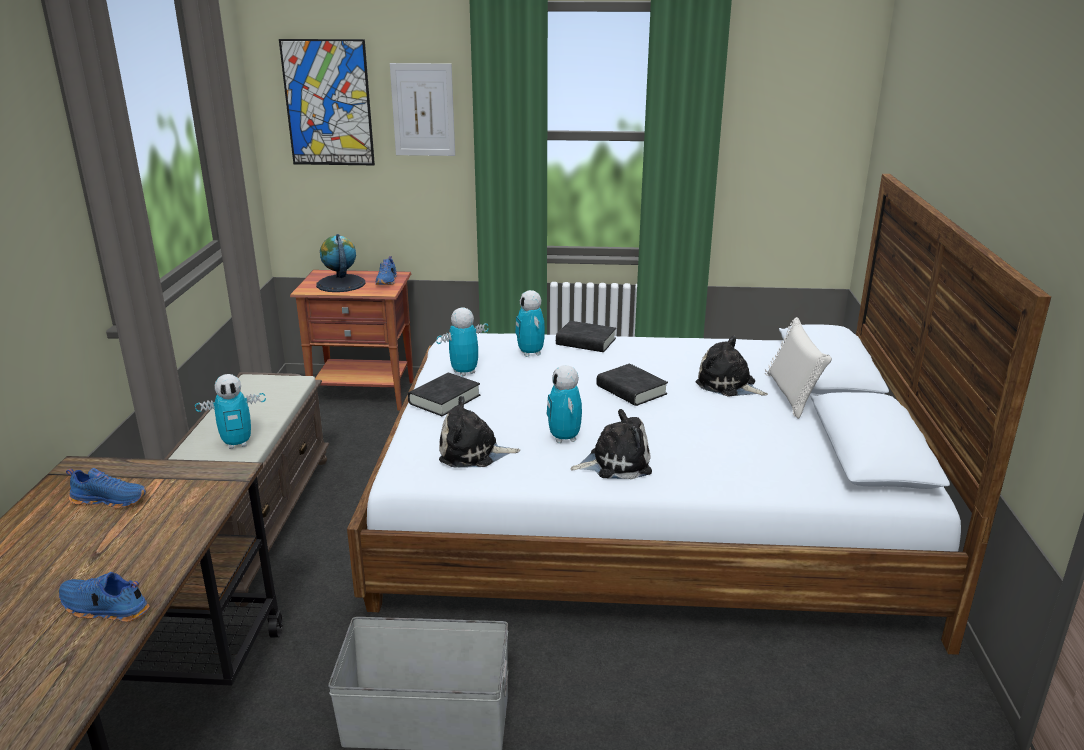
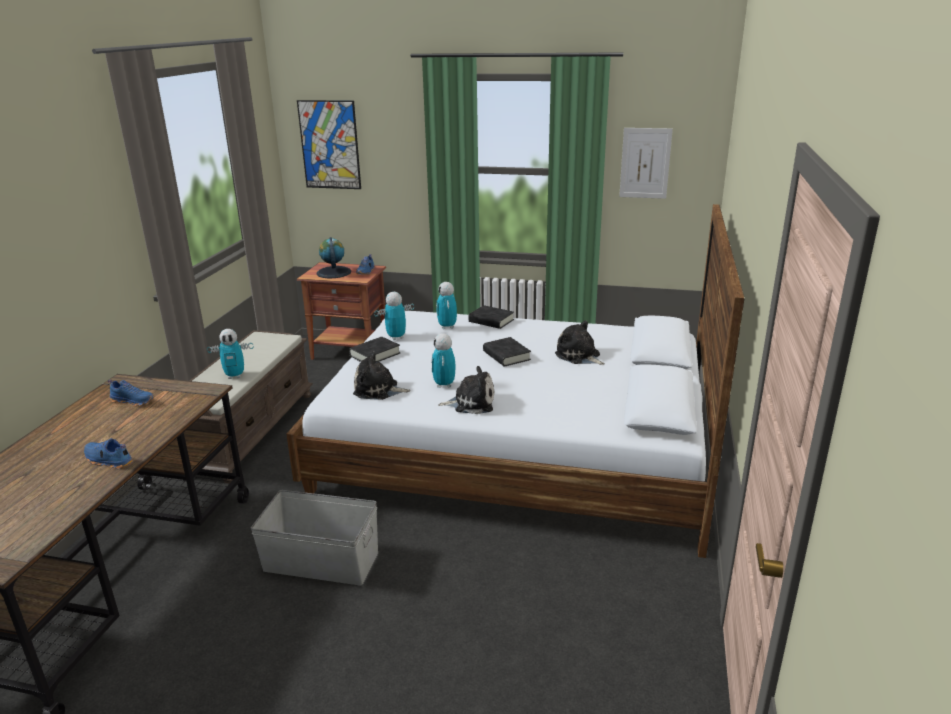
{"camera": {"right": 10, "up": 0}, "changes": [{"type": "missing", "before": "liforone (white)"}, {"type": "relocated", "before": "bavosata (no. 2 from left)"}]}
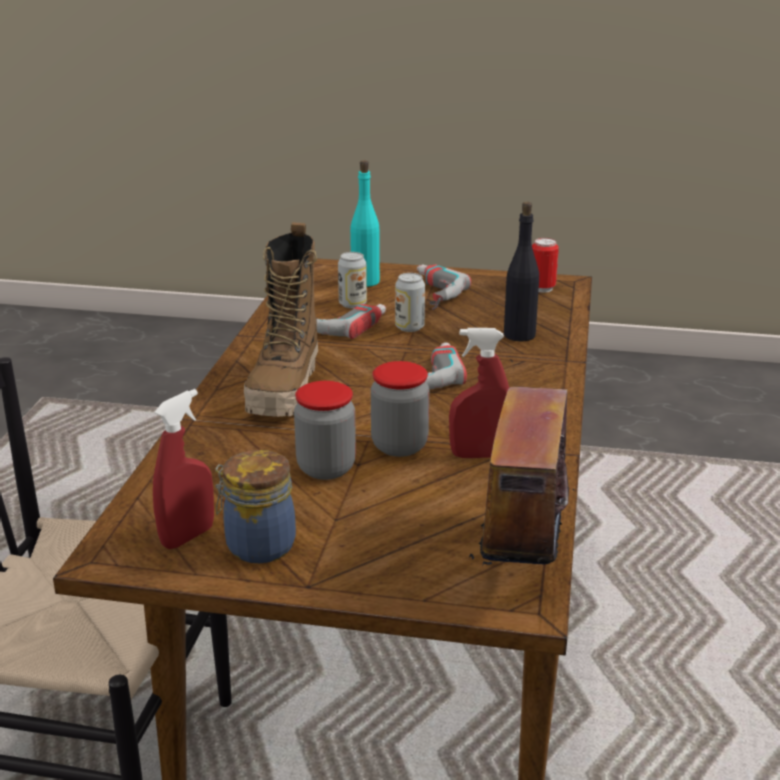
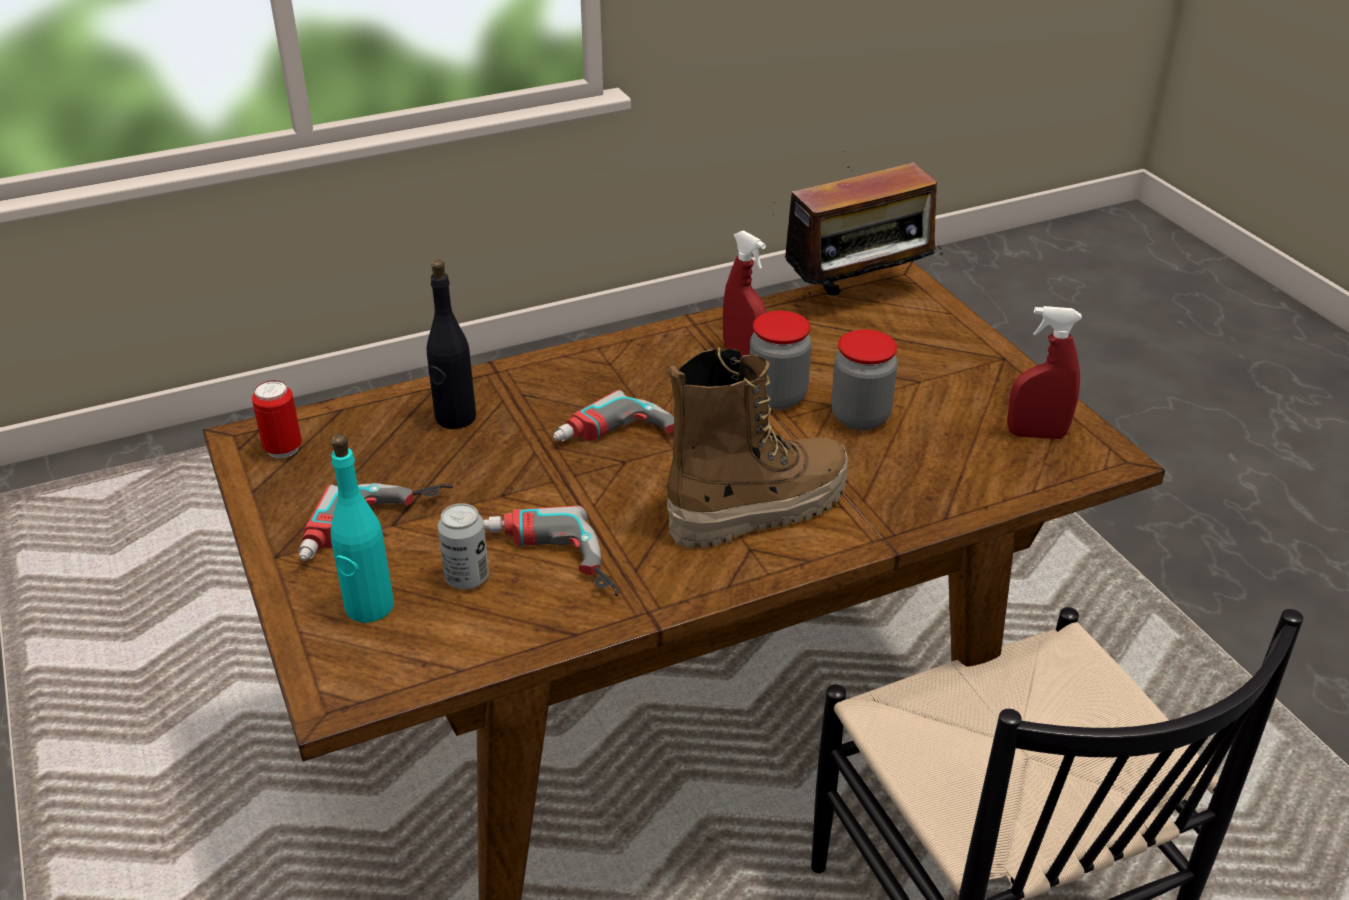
{"camera": {"right": -125, "up": 10}, "changes": [{"type": "missing", "before": "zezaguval (no. 1 from left)"}, {"type": "missing", "before": "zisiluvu (no. 2 from left)"}]}
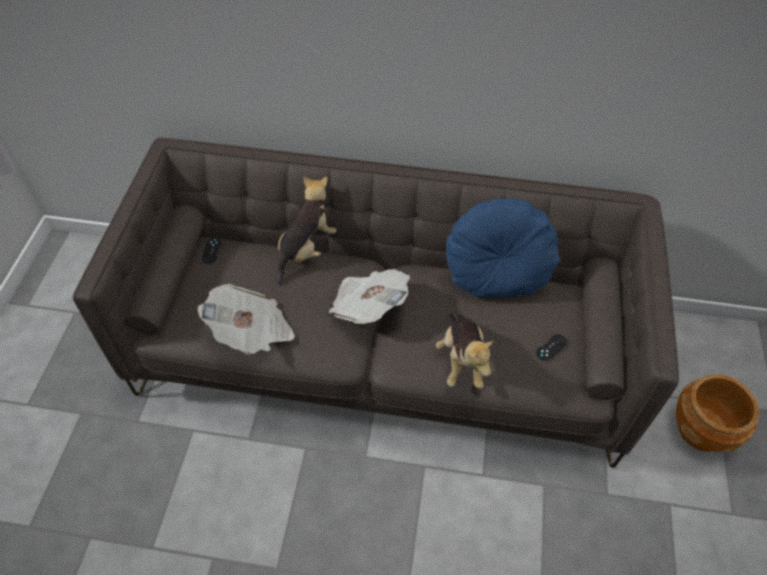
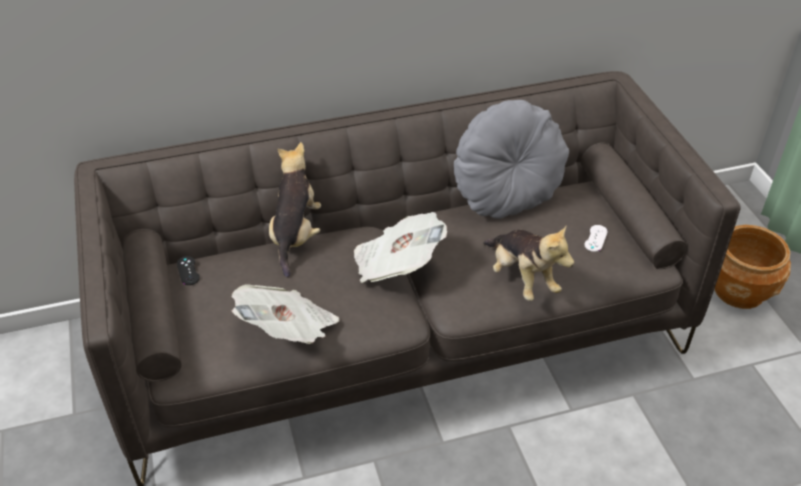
{"camera": {"right": -25, "up": -10}, "changes": [{"type": "colour", "before": "liforone (blue)", "after": "liforone (grey)"}, {"type": "colour", "before": "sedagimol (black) (no. 2 from left)", "after": "sedagimol (white)"}]}
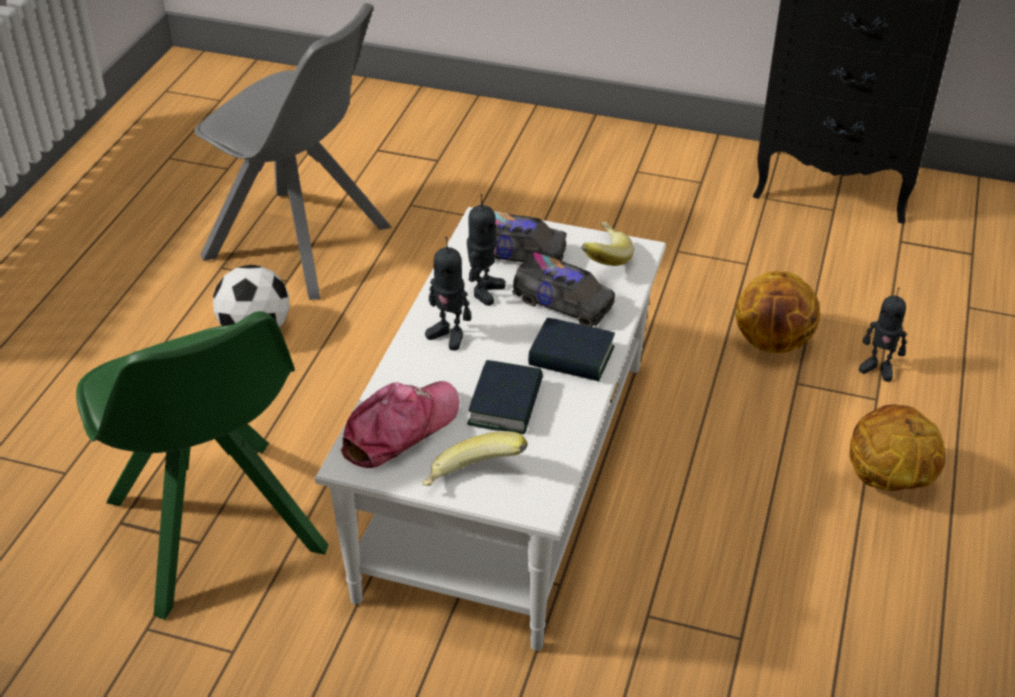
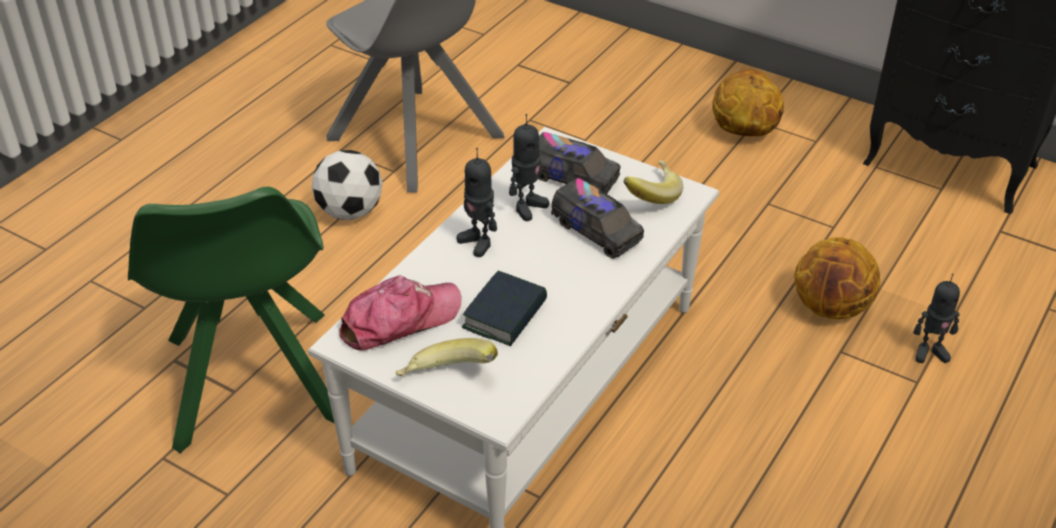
{"camera": {"right": 15, "up": 0}, "changes": [{"type": "missing", "before": "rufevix (no. 2 from left)"}, {"type": "relocated", "before": "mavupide (no. 2 from left in the first image)", "after": "mavupide (no. 1 from left)"}, {"type": "spun", "before": "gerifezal (no. 3 from left)", "turn": -45}]}
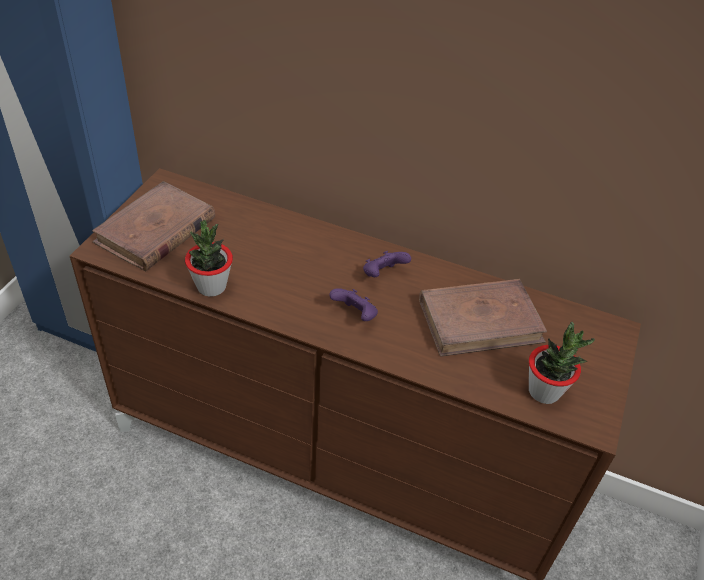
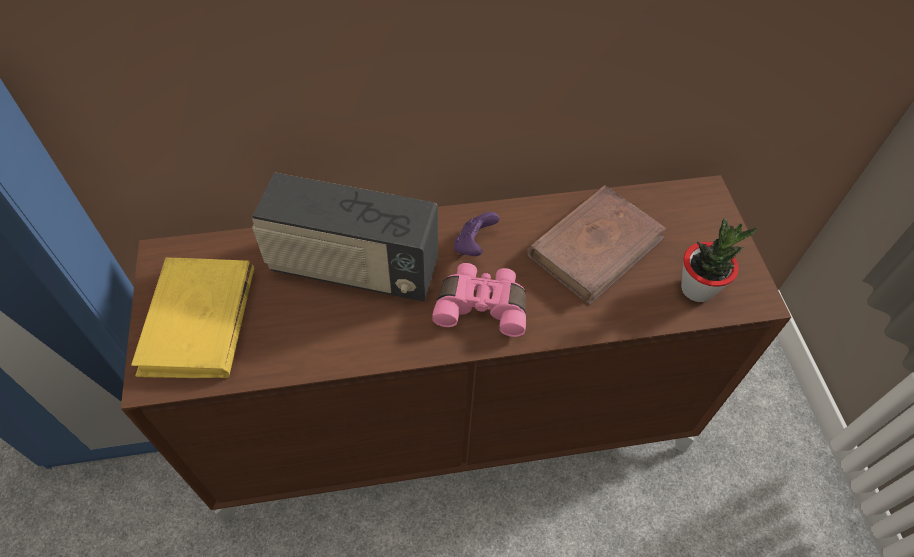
{"camera": {"right": -30, "up": 10}, "changes": [{"type": "missing", "before": "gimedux (no. 1 from left)"}, {"type": "appeared", "after": "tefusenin"}, {"type": "exchanged", "before": "sedagimol (purple) (no. 1 from left)", "after": "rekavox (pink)"}, {"type": "colour", "before": "rufevix (brown) (no. 1 from left)", "after": "rufevix (yellow)"}]}
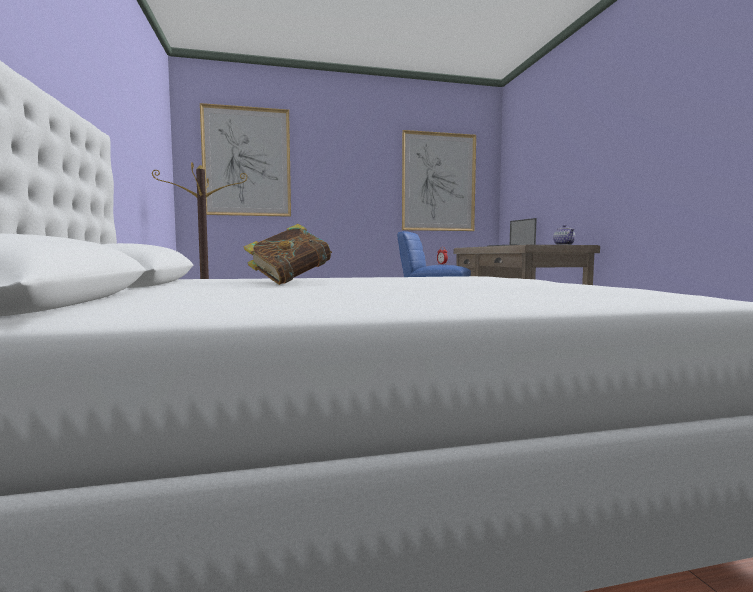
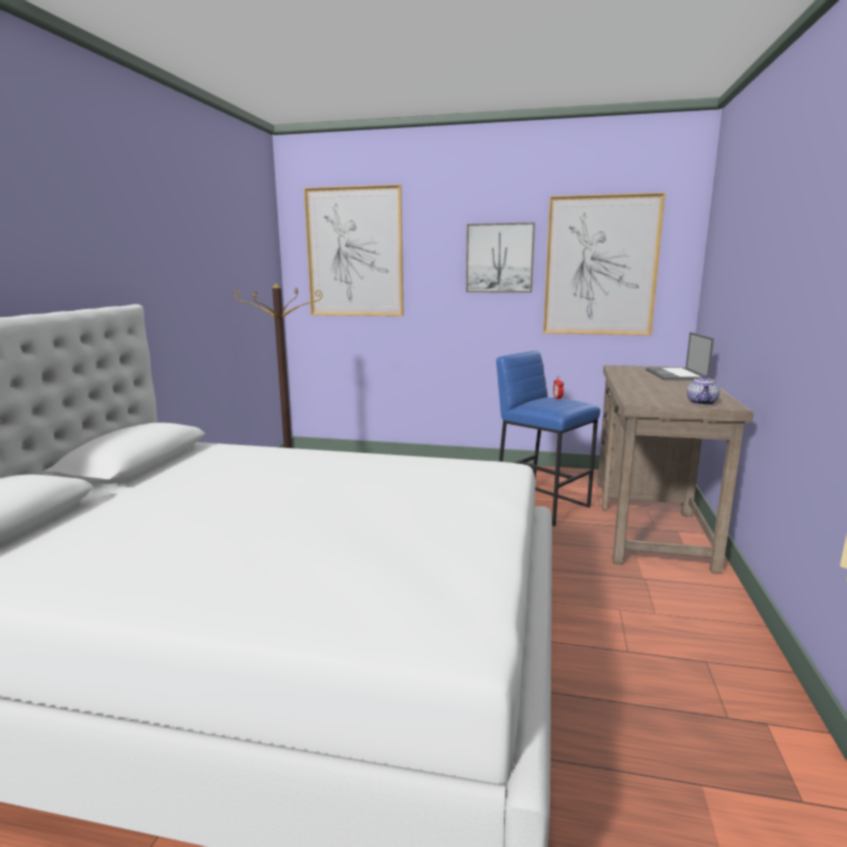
{"camera": {"right": 25, "up": 10}, "changes": [{"type": "missing", "before": "rufevix"}, {"type": "appeared", "after": "bavosata (no. 2 from left)"}]}
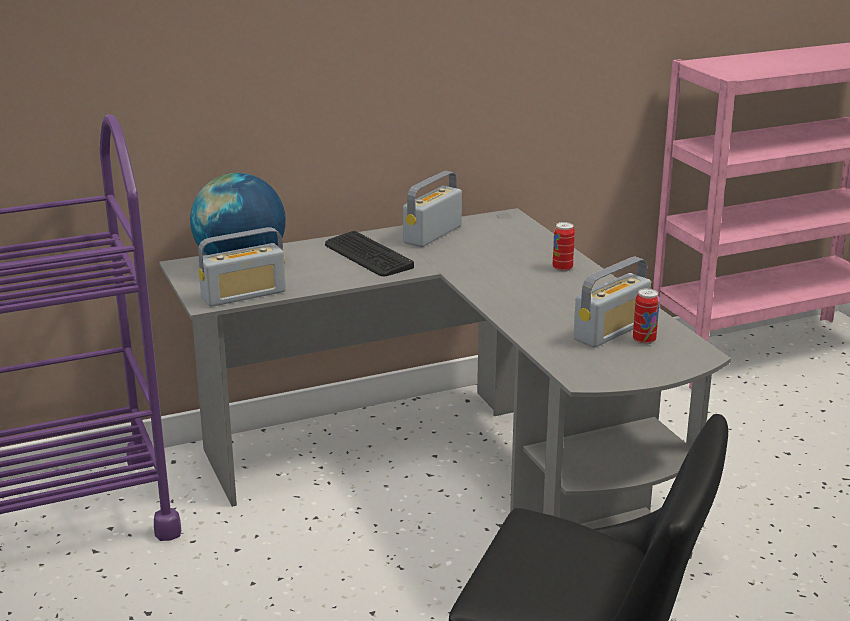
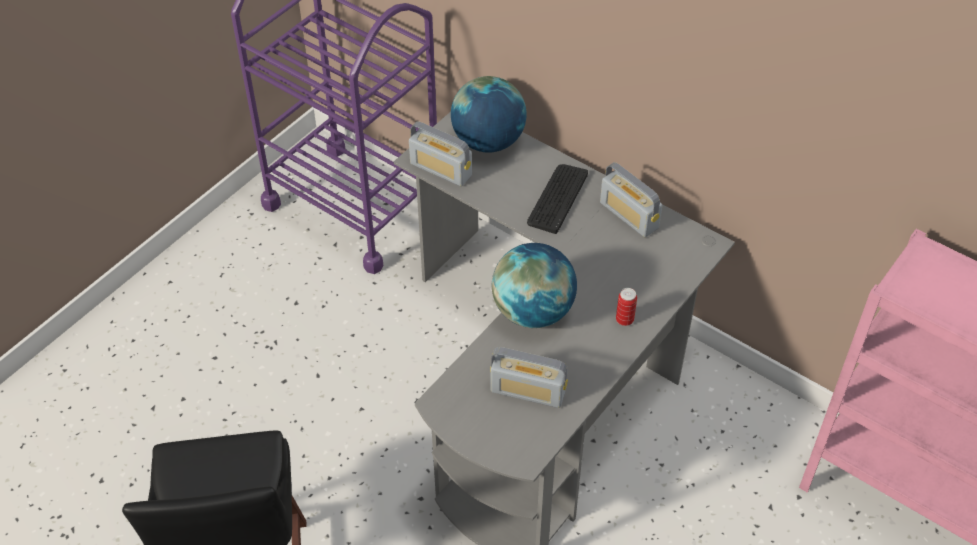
{"camera": {"right": 60, "up": 25}, "changes": [{"type": "missing", "before": "zisiluvu (no. 2 from left)"}, {"type": "appeared", "after": "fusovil (no. 2 from left)"}, {"type": "spun", "before": "tefusenin (no. 2 from left in the first image)", "turn": -135}]}
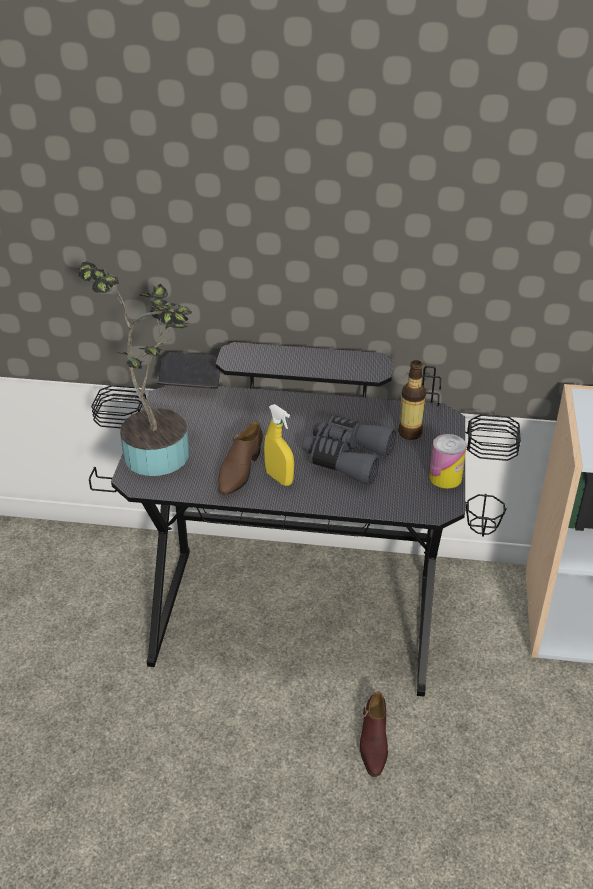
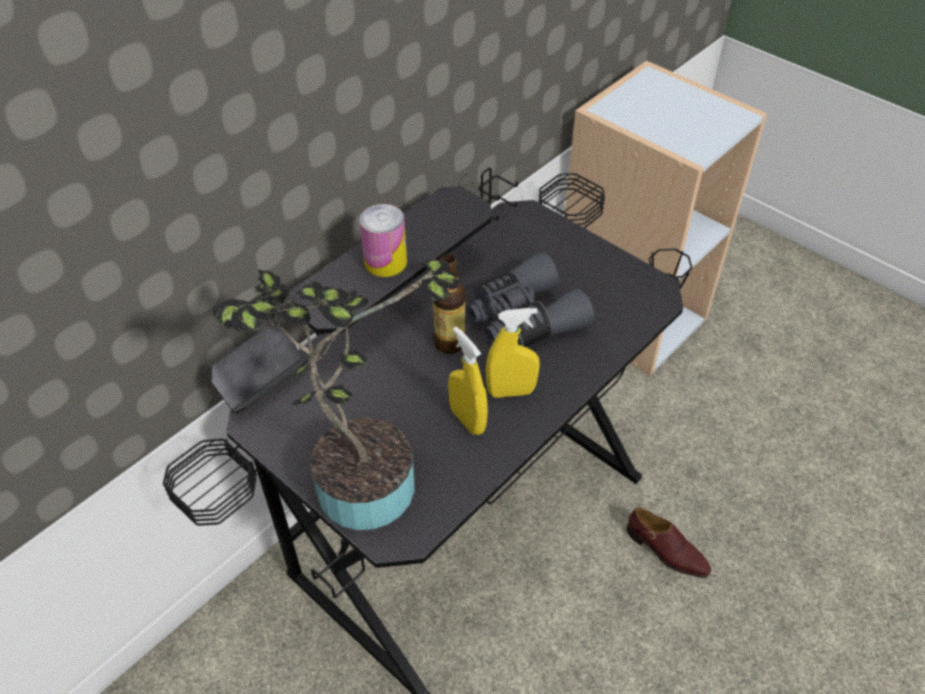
{"camera": {"right": -55, "up": 10}, "changes": [{"type": "relocated", "before": "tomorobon"}, {"type": "relocated", "before": "zisiluvu"}, {"type": "exchanged", "before": "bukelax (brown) (no. 1 from left)", "after": "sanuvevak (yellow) (no. 1 from left)"}]}
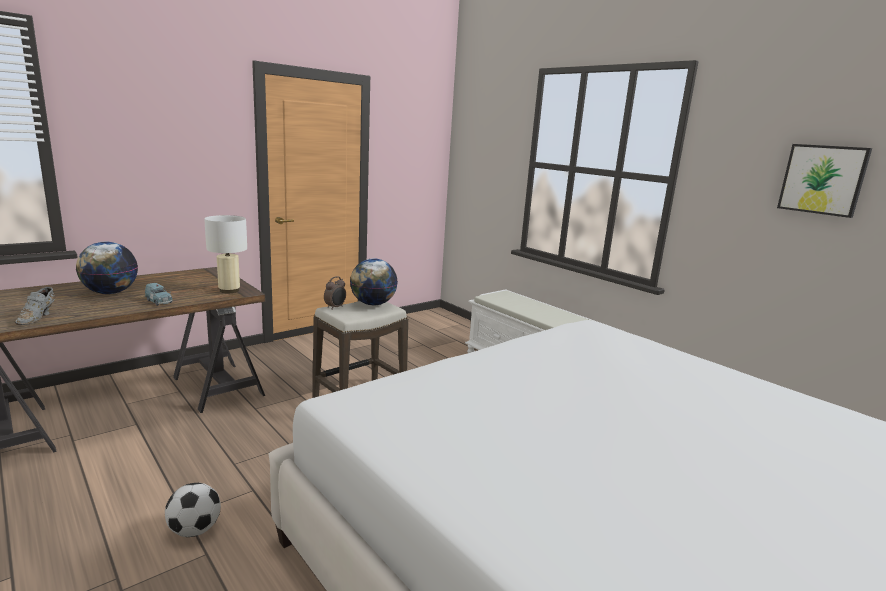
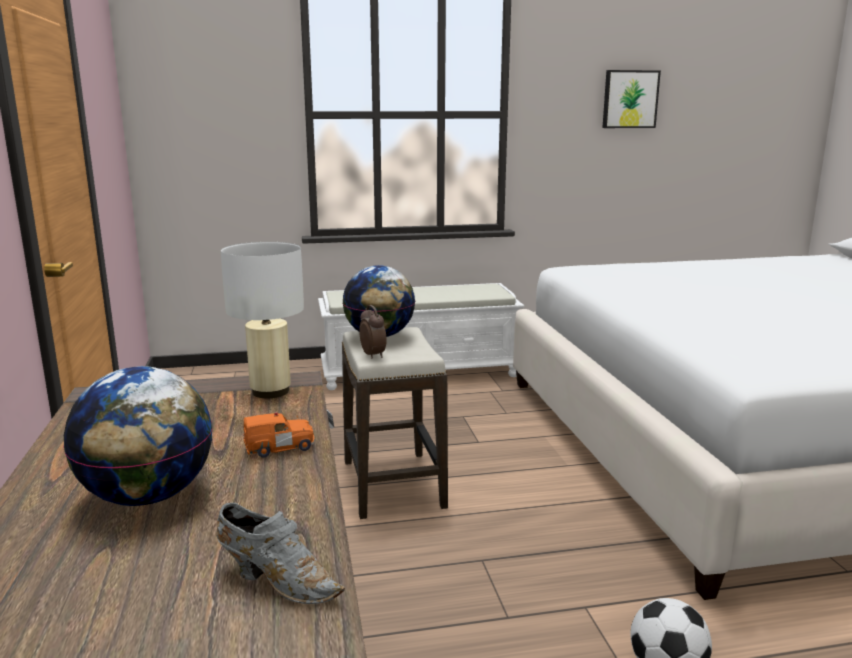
{"camera": {"right": -60, "up": 0}, "changes": [{"type": "colour", "before": "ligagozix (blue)", "after": "ligagozix (orange)"}]}
